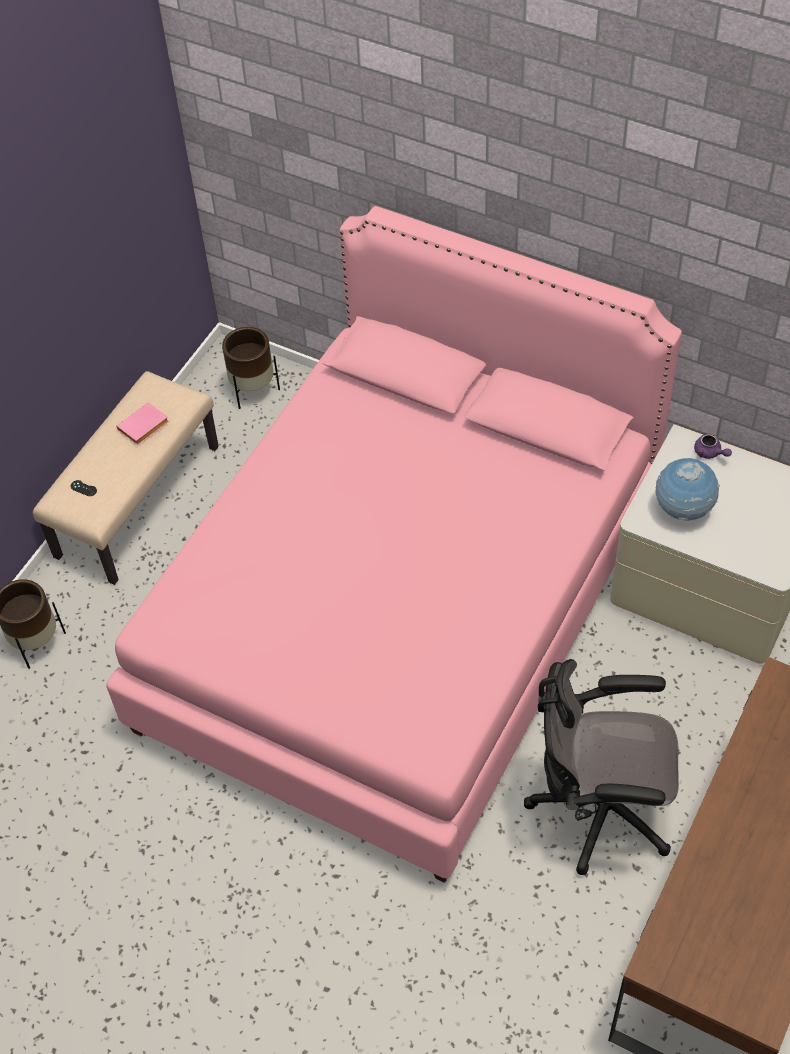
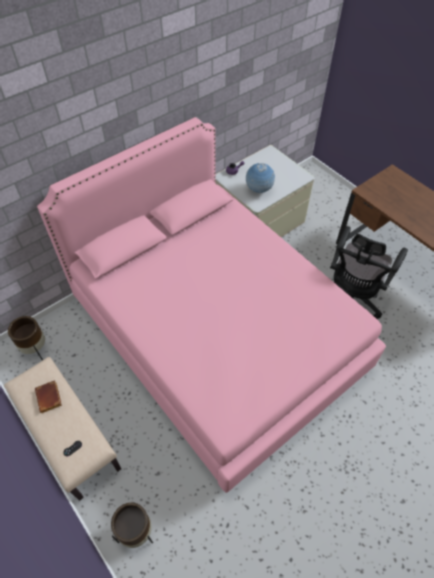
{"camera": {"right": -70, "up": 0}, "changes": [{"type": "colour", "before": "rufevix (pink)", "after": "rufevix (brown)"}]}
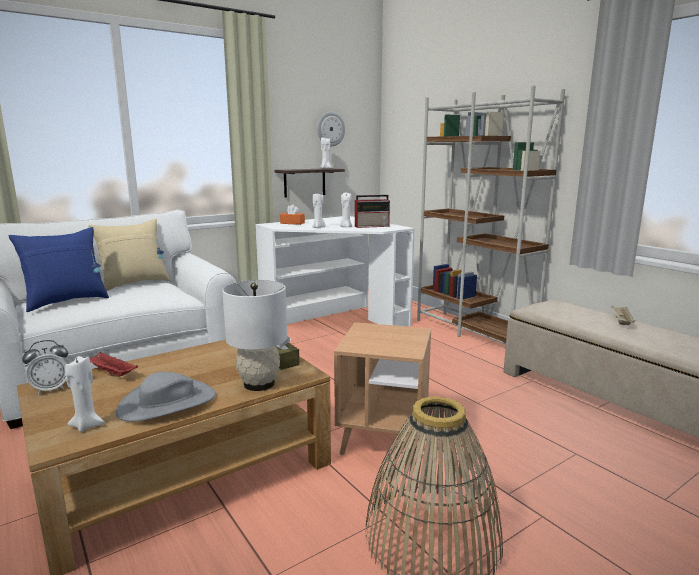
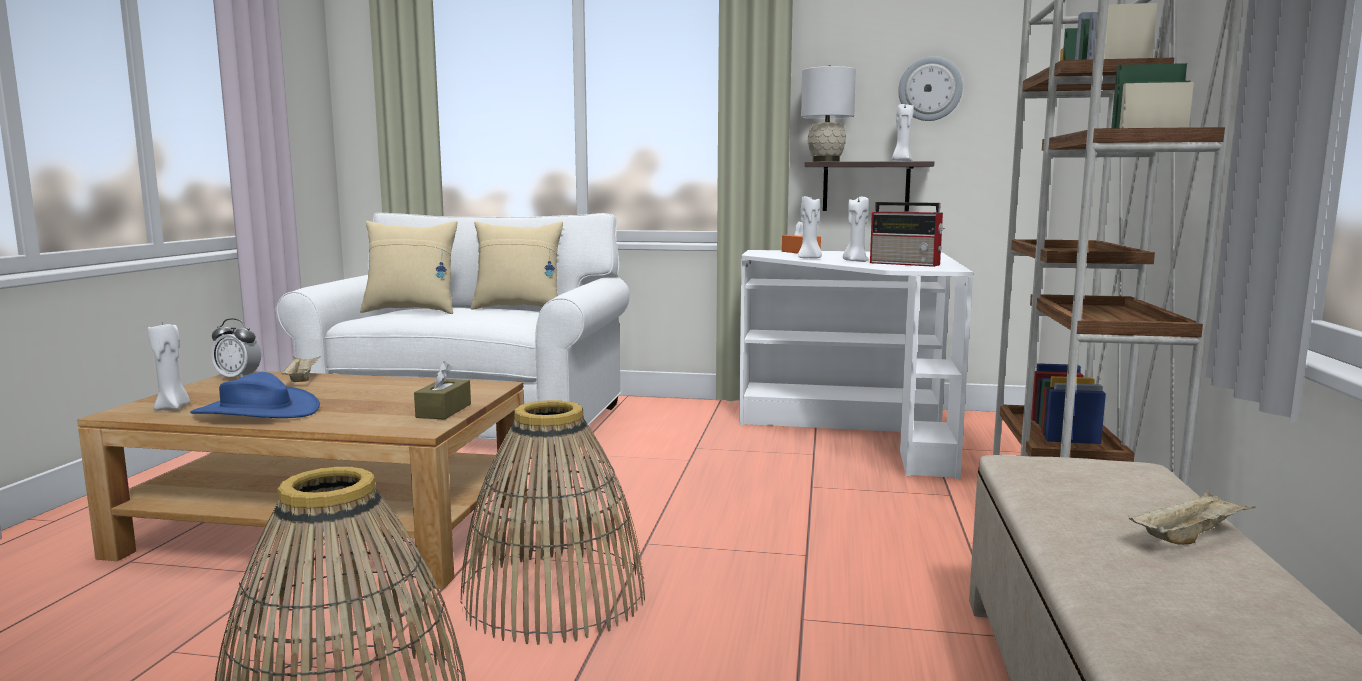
{"camera": {"right": 45, "up": -5}, "changes": [{"type": "relocated", "before": "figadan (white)"}, {"type": "exchanged", "before": "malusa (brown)", "after": "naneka (no. 2 from left)"}, {"type": "colour", "before": "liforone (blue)", "after": "liforone (beige) (no. 1 from left)"}, {"type": "colour", "before": "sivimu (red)", "after": "sivimu (beige) (no. 1 from left)"}, {"type": "colour", "before": "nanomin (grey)", "after": "nanomin (blue)"}]}
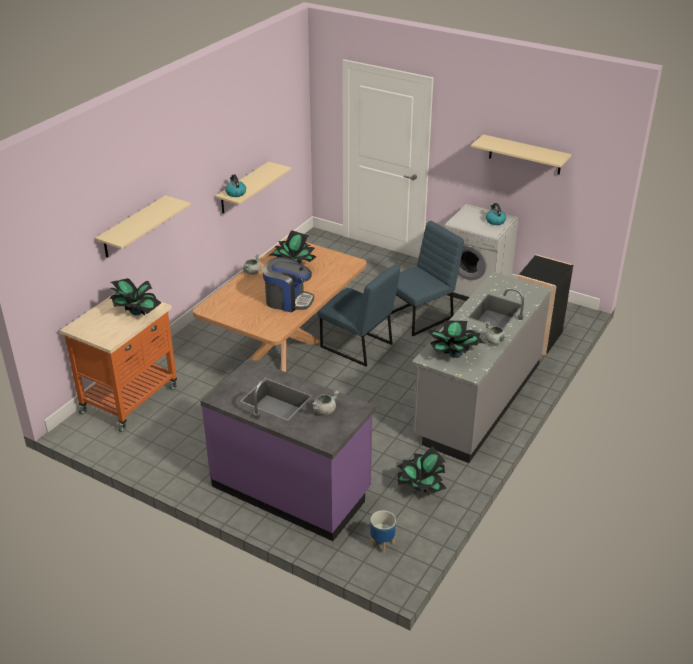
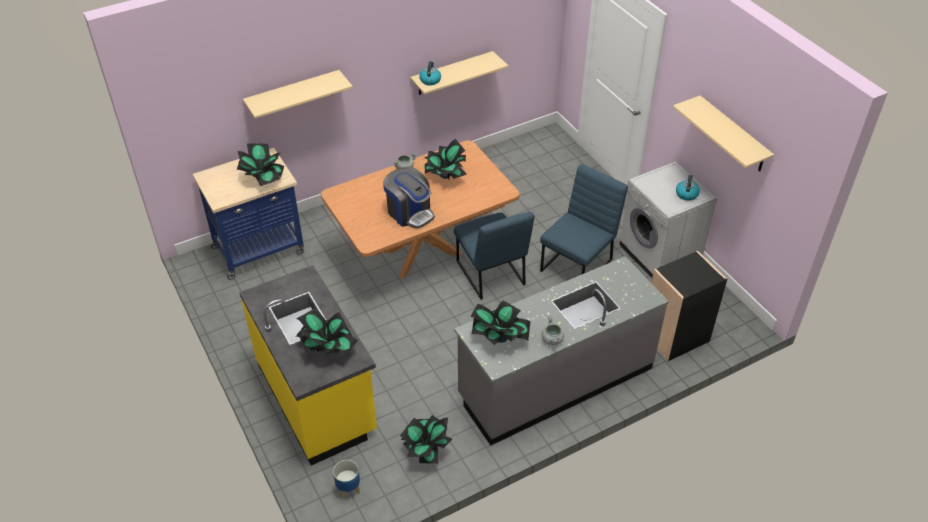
{"camera": {"right": 30, "up": 10}, "changes": [{"type": "exchanged", "before": "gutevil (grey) (no. 2 from left)", "after": "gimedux (no. 2 from left)"}, {"type": "colour", "before": "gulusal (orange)", "after": "gulusal (blue)"}, {"type": "colour", "before": "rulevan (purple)", "after": "rulevan (yellow)"}, {"type": "spun", "before": "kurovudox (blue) (no. 2 from left)", "turn": -45}]}
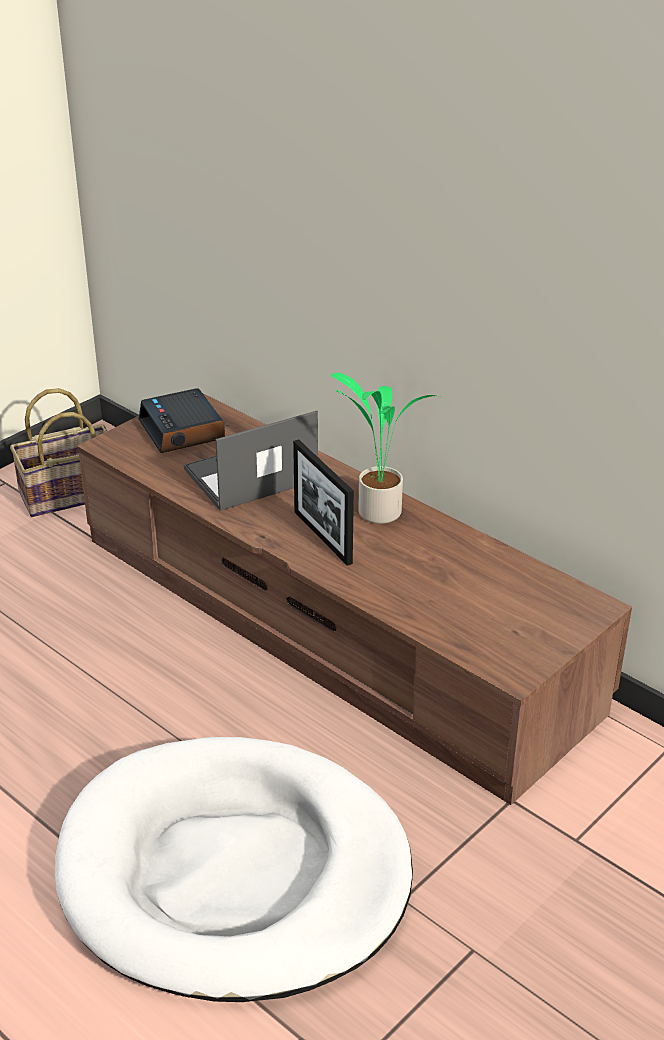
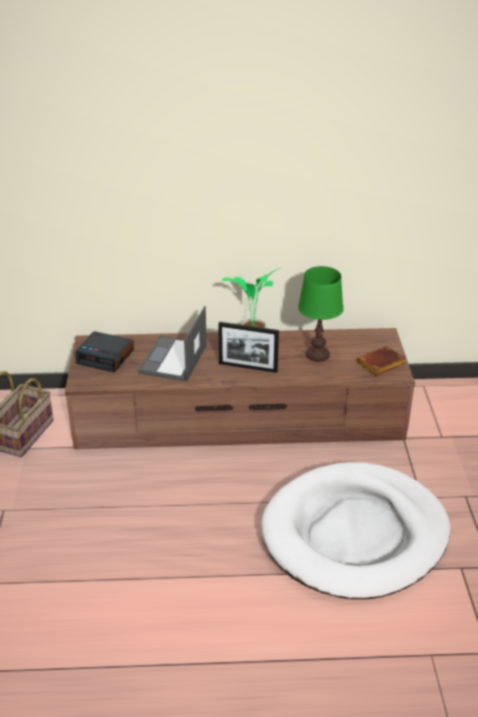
{"camera": {"right": -45, "up": 0}, "changes": [{"type": "appeared", "after": "figadan (green)"}, {"type": "appeared", "after": "rufevix (brown)"}]}
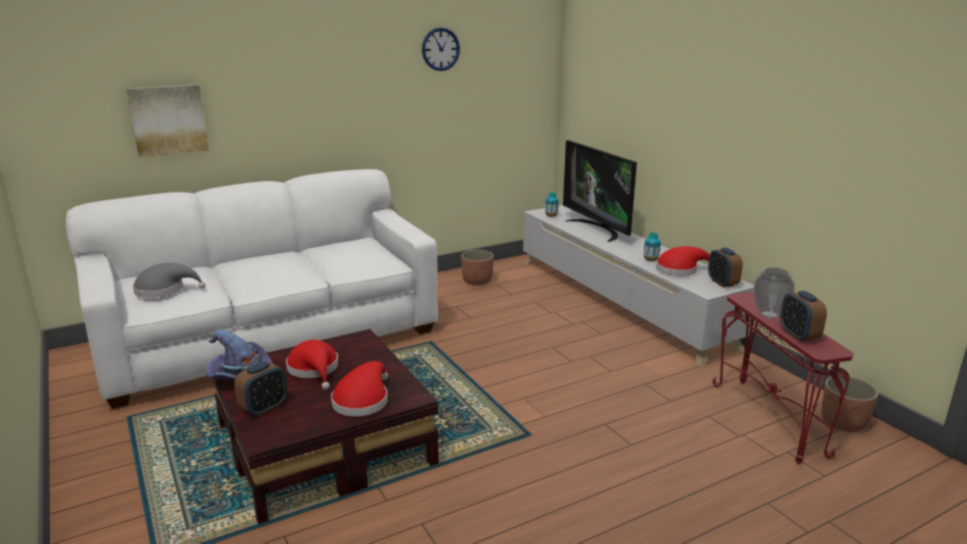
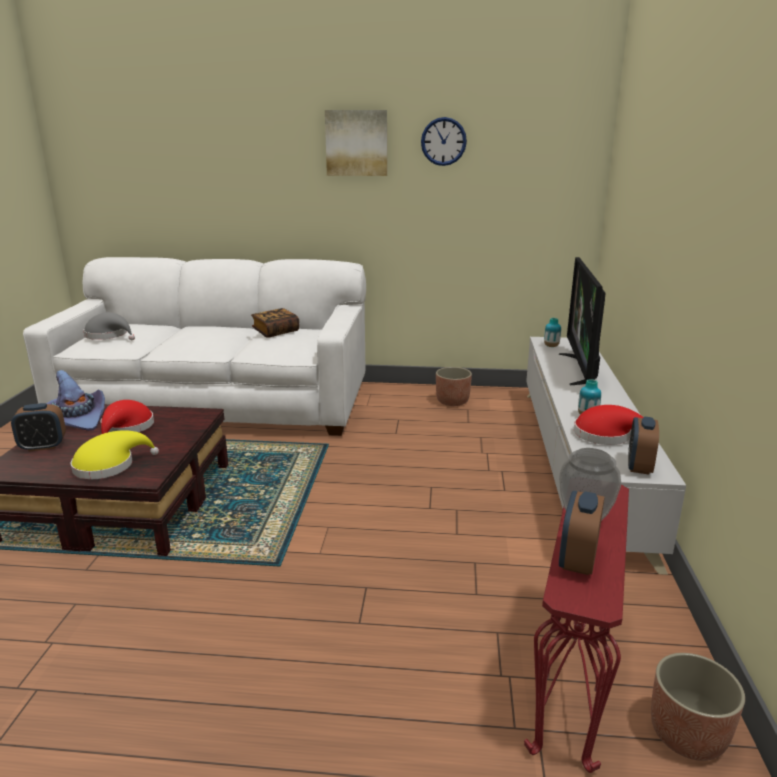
{"camera": {"right": 35, "up": 0}, "changes": [{"type": "appeared", "after": "rufevix"}, {"type": "relocated", "before": "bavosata"}, {"type": "colour", "before": "nanomin (red) (no. 2 from left)", "after": "nanomin (yellow)"}]}
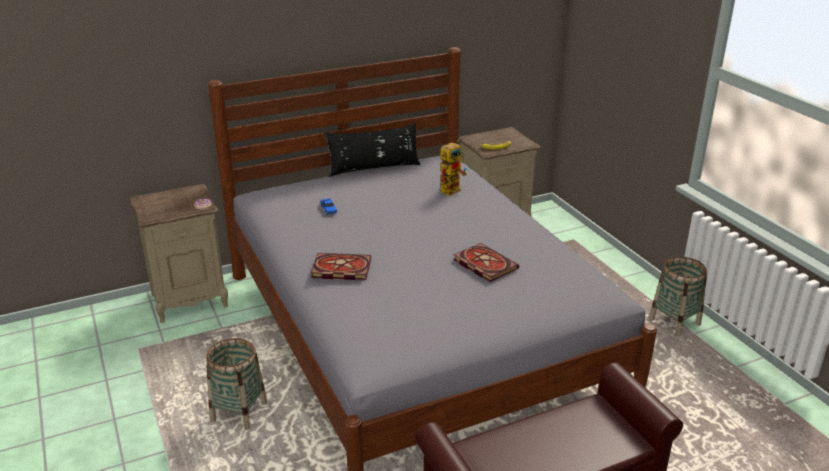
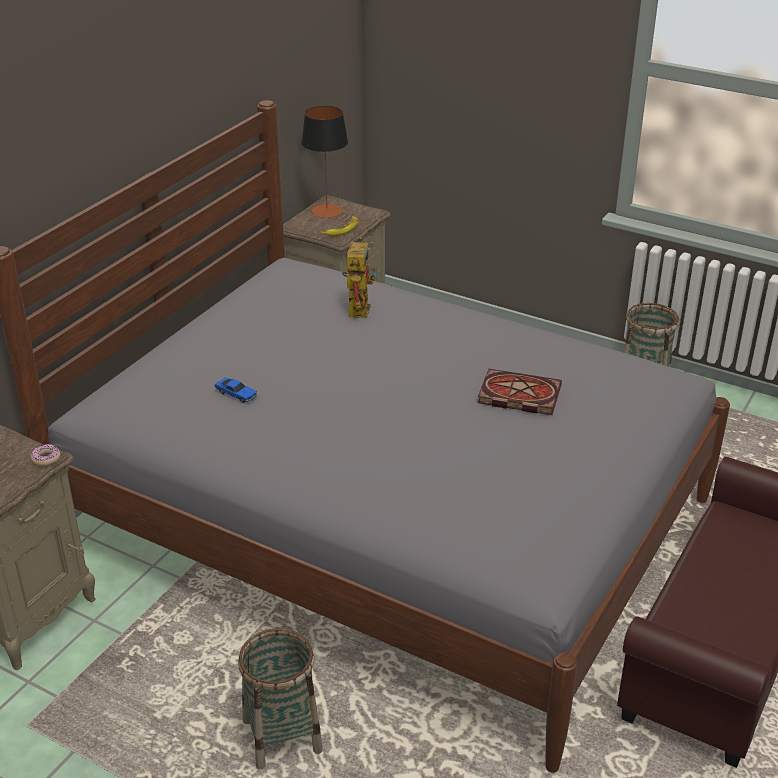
{"camera": {"right": -35, "up": 5}, "changes": [{"type": "missing", "before": "rufevix (no. 1 from left)"}, {"type": "missing", "before": "liforone (black)"}, {"type": "appeared", "after": "figadan"}]}
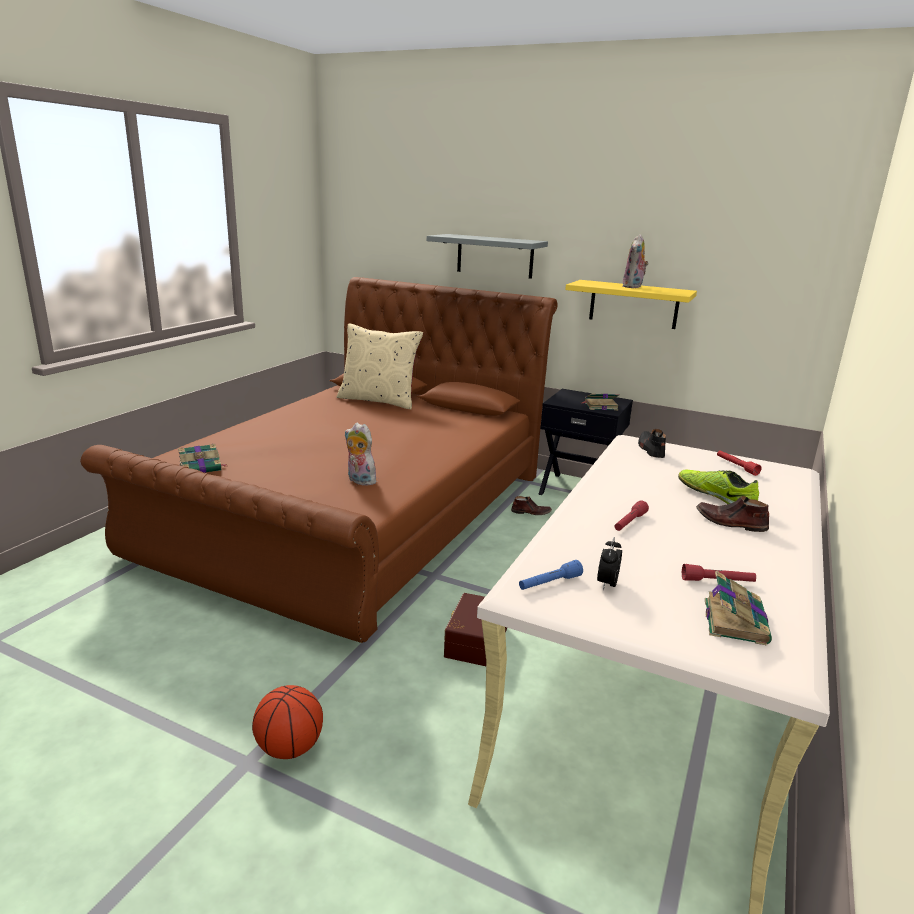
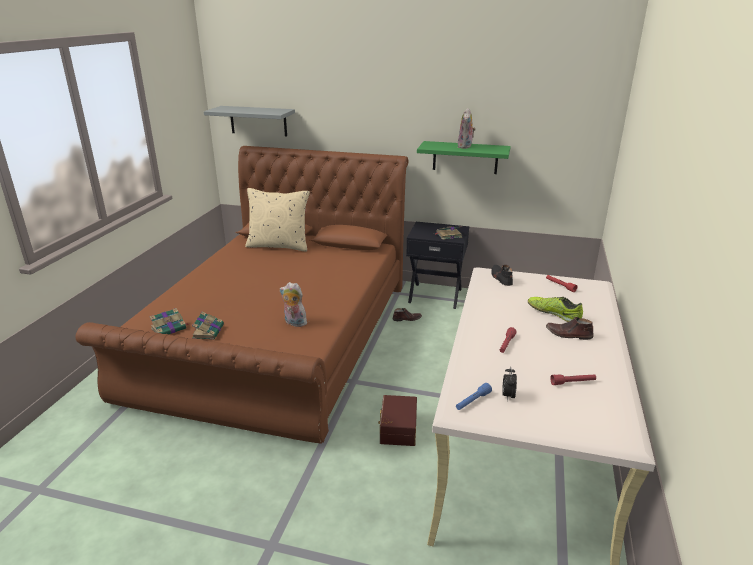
{"camera": {"right": -10, "up": 5}, "changes": [{"type": "missing", "before": "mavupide"}, {"type": "relocated", "before": "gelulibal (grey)"}, {"type": "relocated", "before": "rufevix (no. 3 from left in the first image)", "after": "rufevix (no. 2 from left)"}, {"type": "colour", "before": "gelulibal (yellow)", "after": "gelulibal (green)"}]}
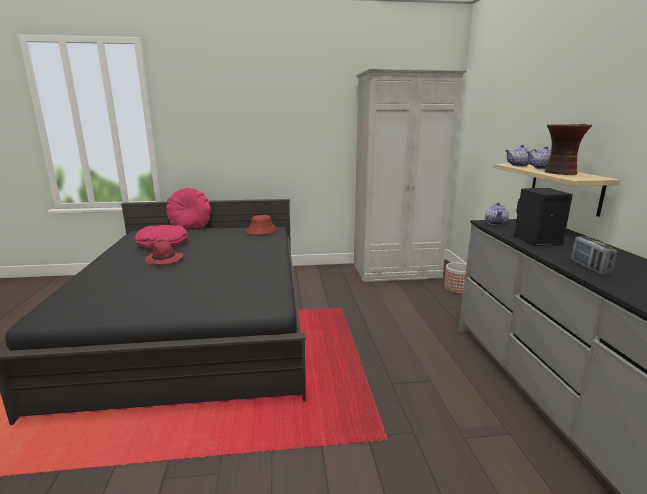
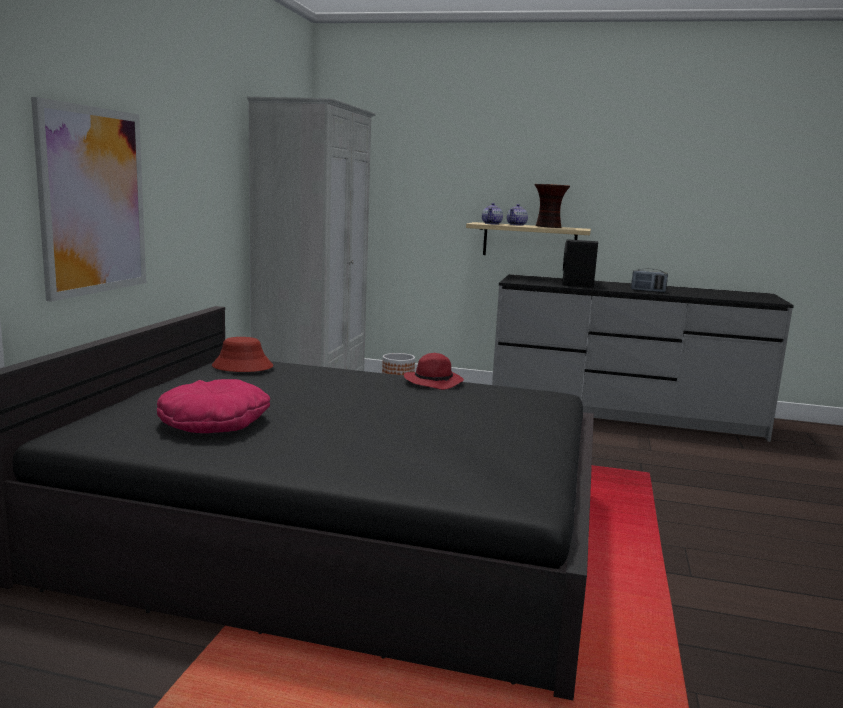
{"camera": {"right": -70, "up": -5}, "changes": [{"type": "missing", "before": "liforone (pink) (no. 2 from left)"}, {"type": "missing", "before": "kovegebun (no. 1 from left)"}, {"type": "appeared", "after": "bavosata"}, {"type": "relocated", "before": "nanomin (red) (no. 1 from left in the first image)", "after": "nanomin (red) (no. 2 from left)"}]}
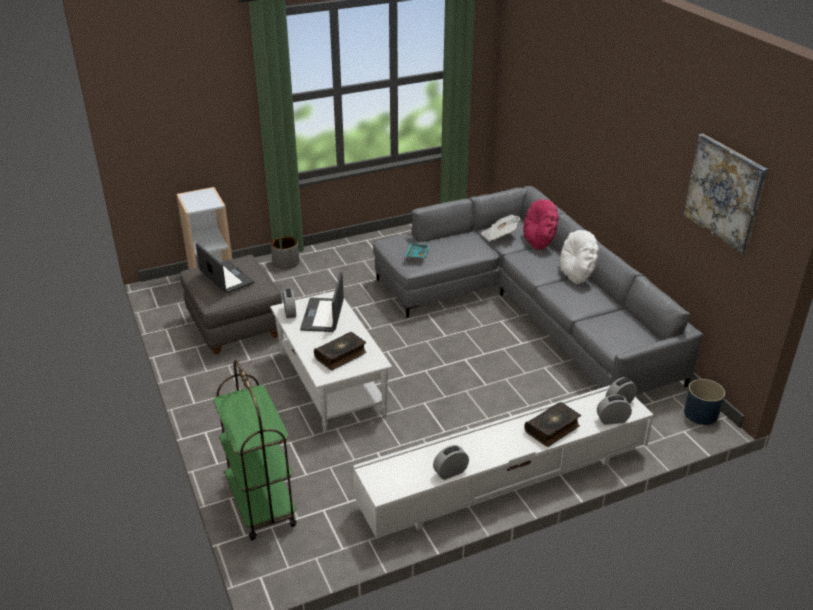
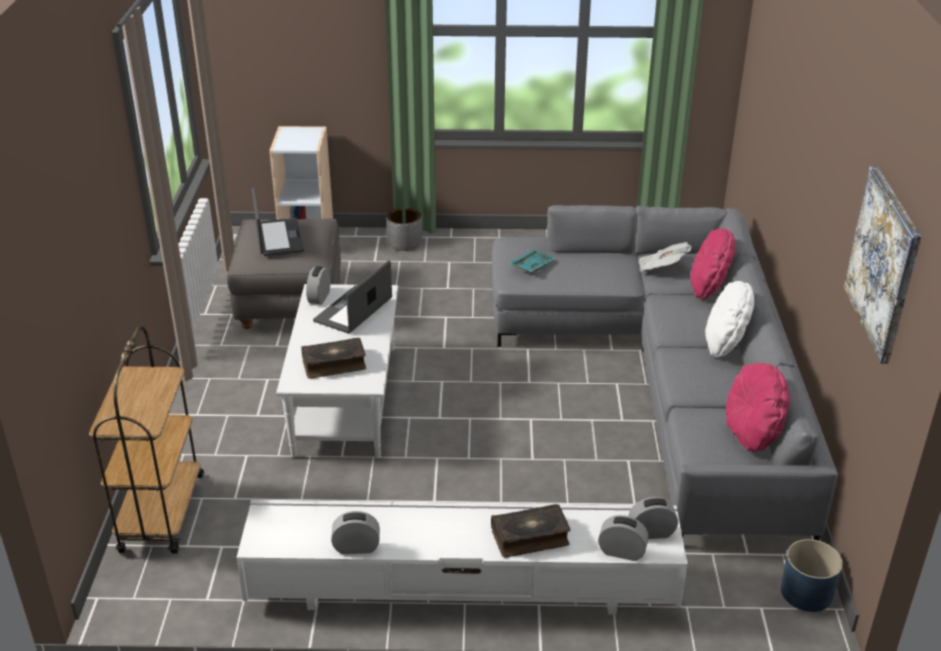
{"camera": {"right": 25, "up": 0}, "changes": [{"type": "appeared", "after": "liforone (pink) (no. 2 from left)"}, {"type": "colour", "before": "gulusal (green)", "after": "gulusal (brown)"}]}
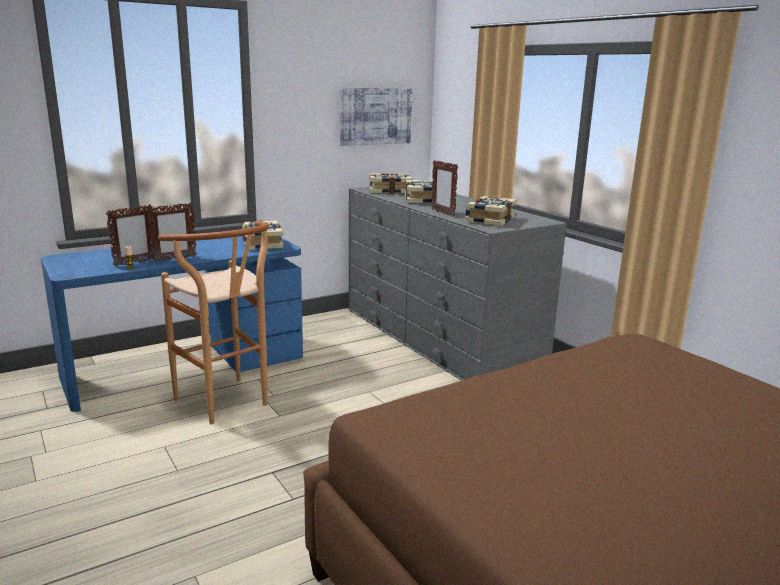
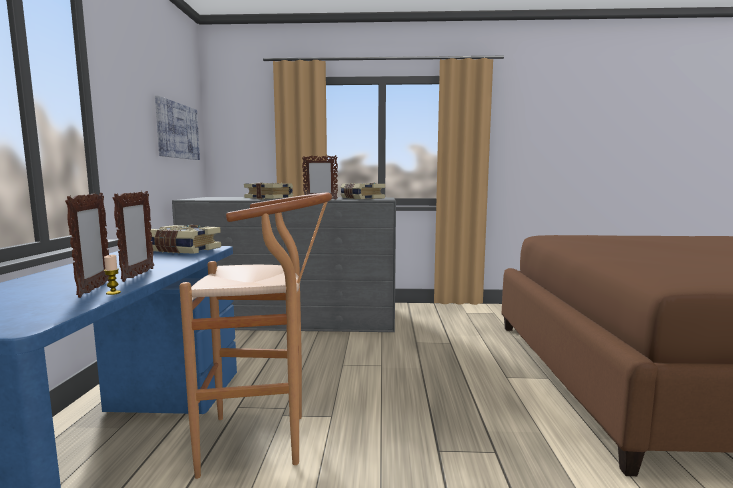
{"camera": {"right": -55, "up": -10}, "changes": [{"type": "missing", "before": "rufevix (no. 2 from left)"}]}
